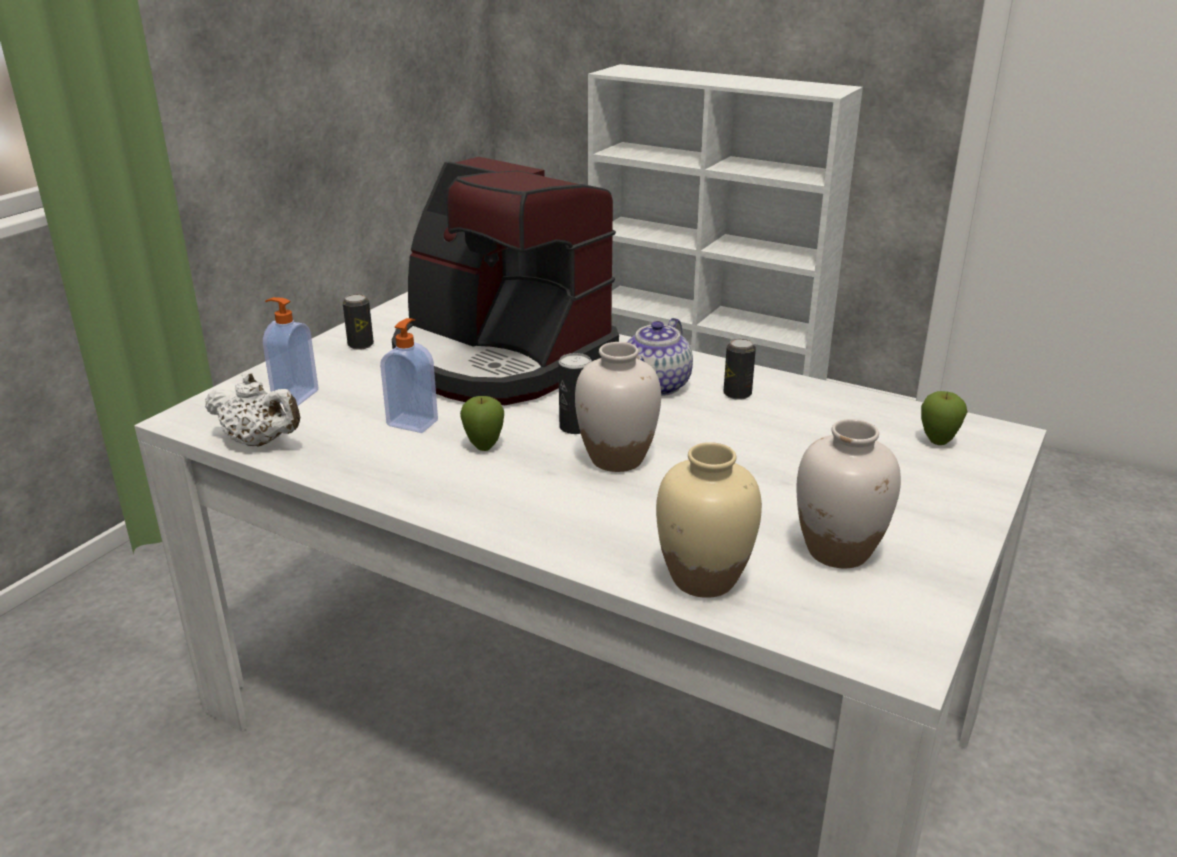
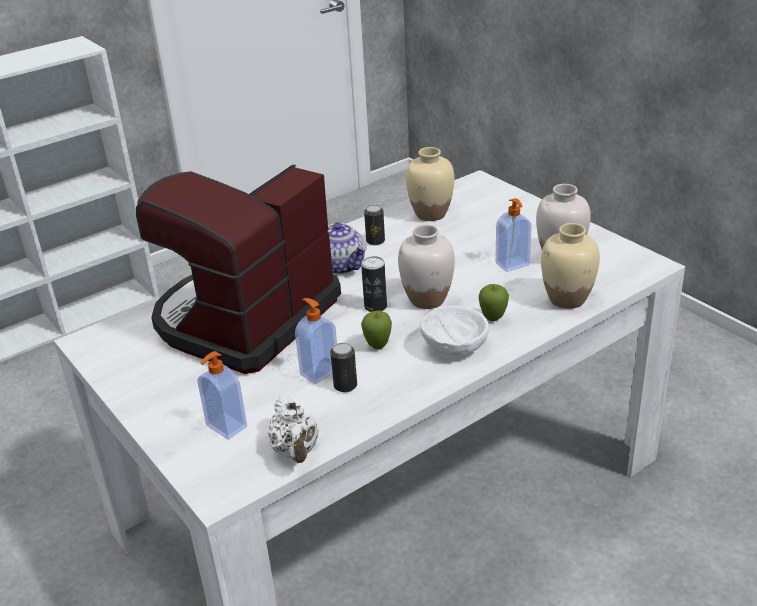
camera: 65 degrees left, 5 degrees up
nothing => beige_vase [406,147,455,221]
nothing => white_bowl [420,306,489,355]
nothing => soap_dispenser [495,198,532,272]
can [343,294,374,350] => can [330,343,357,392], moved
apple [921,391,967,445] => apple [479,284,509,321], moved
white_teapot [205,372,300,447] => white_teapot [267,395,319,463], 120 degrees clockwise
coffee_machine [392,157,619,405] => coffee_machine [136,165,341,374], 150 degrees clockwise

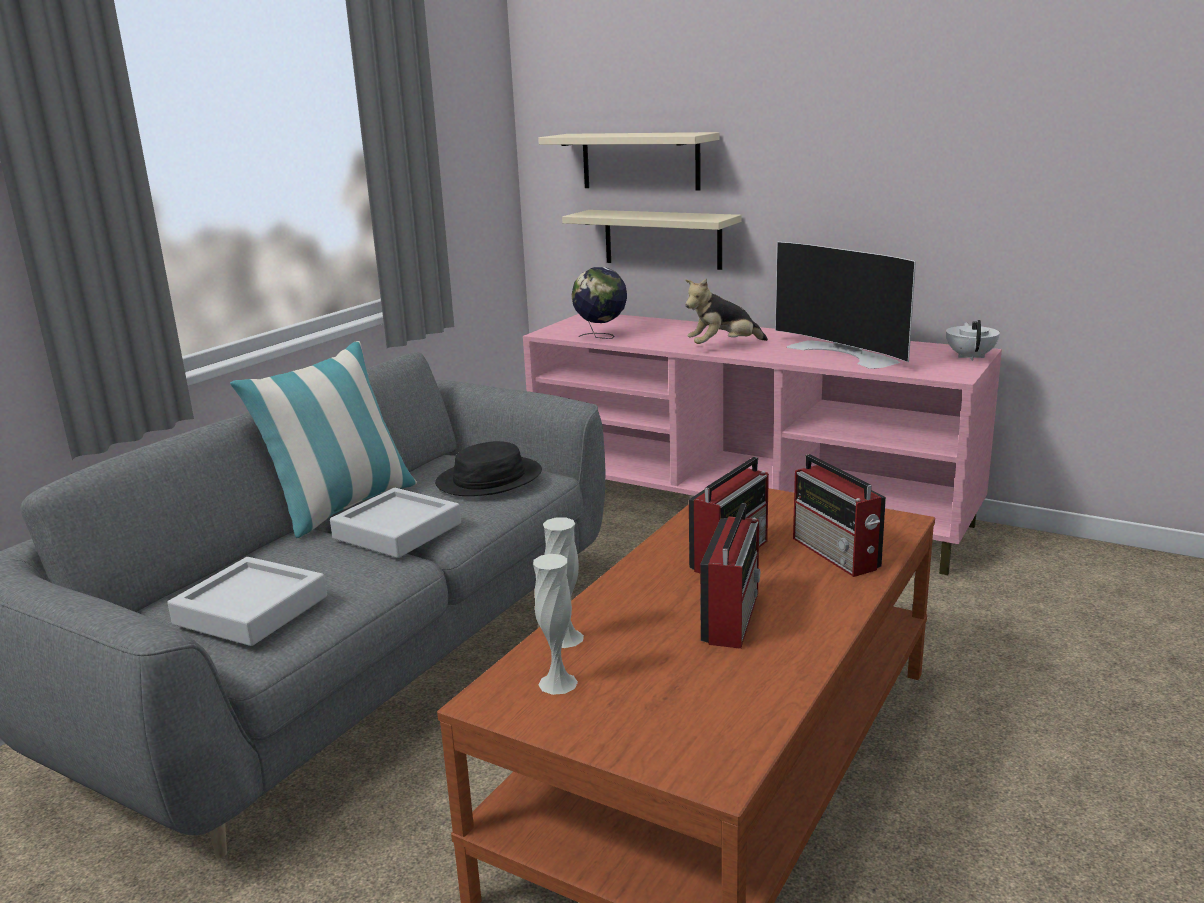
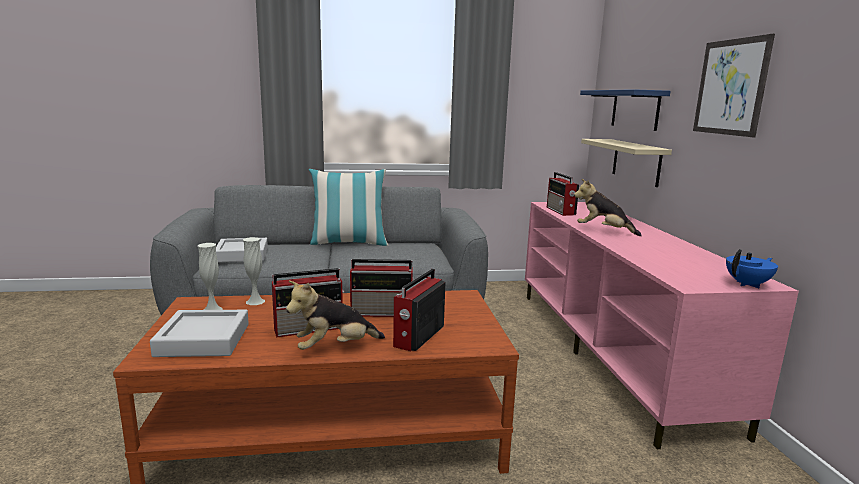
camera: 50 degrees right, 5 degrees down
black_hat [435,441,542,496] => nothing
television [775,242,916,369] => nothing
nothing => plush_toy [286,281,385,350]
nothing => picture [693,34,775,137]
grey_tray [330,488,461,558] => grey_tray [150,310,249,357], moved
globe [571,267,627,339] => radio [547,172,579,216]
beige_shelf [538,132,719,191] => blue_shelf [580,89,671,131]
white_teapot [946,320,1000,361] => blue_teapot [726,249,778,288]

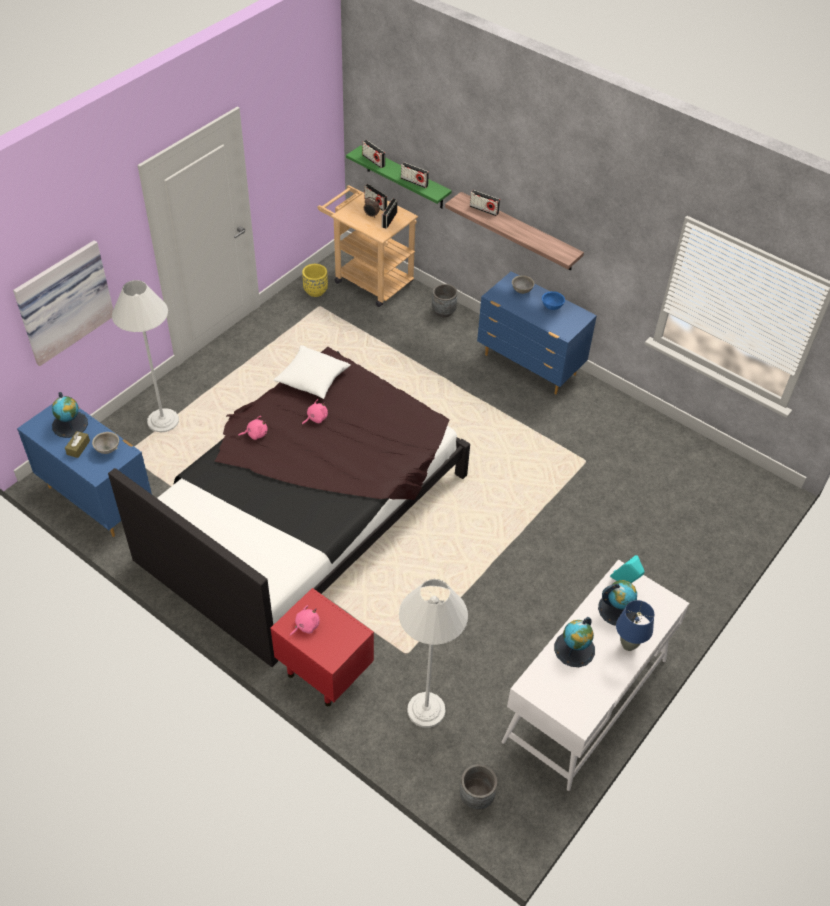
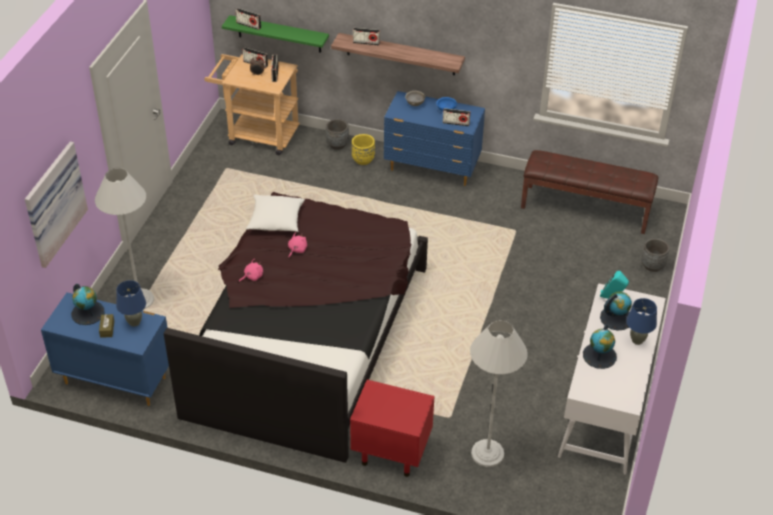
camera: 20 degrees left, 5 degrees down
pink_plush_toy [290,605,320,636] => nothing
nothing => brown_bench [521,150,658,234]
yellow_planter [302,264,328,297] => yellow_planter [352,134,375,165], moved
radio [401,162,429,188] => radio [443,108,470,126], moved
grey_planter [460,764,497,810] => grey_planter [641,238,670,272], moved
grey_bowl [92,432,119,454] => blue_table_lamp [116,280,146,327]

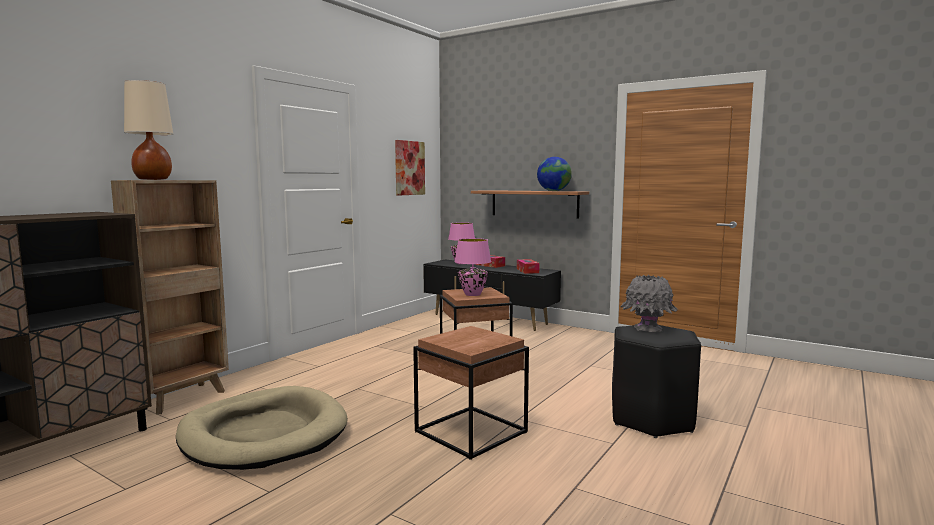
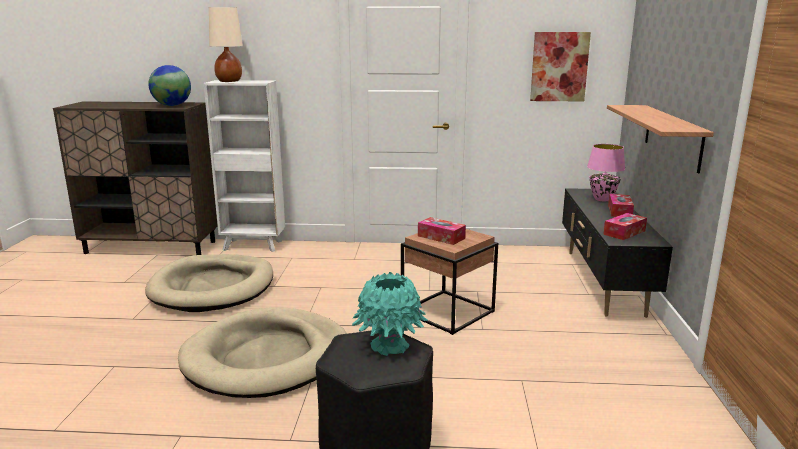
camera: 60 degrees right, 10 degrees up
globe [537,157,572,191] => globe [148,65,191,106], moved
brown_side_table [413,326,529,460] => beige_dog_bed [178,307,347,398]
pink_table_lamp [454,238,491,296] => tissue_box [418,217,466,245]
brown_bookcase [111,180,229,415] => white_bookcase [204,80,285,252]
grey_vase [620,275,678,332] => turquoise_vase [352,272,428,356]

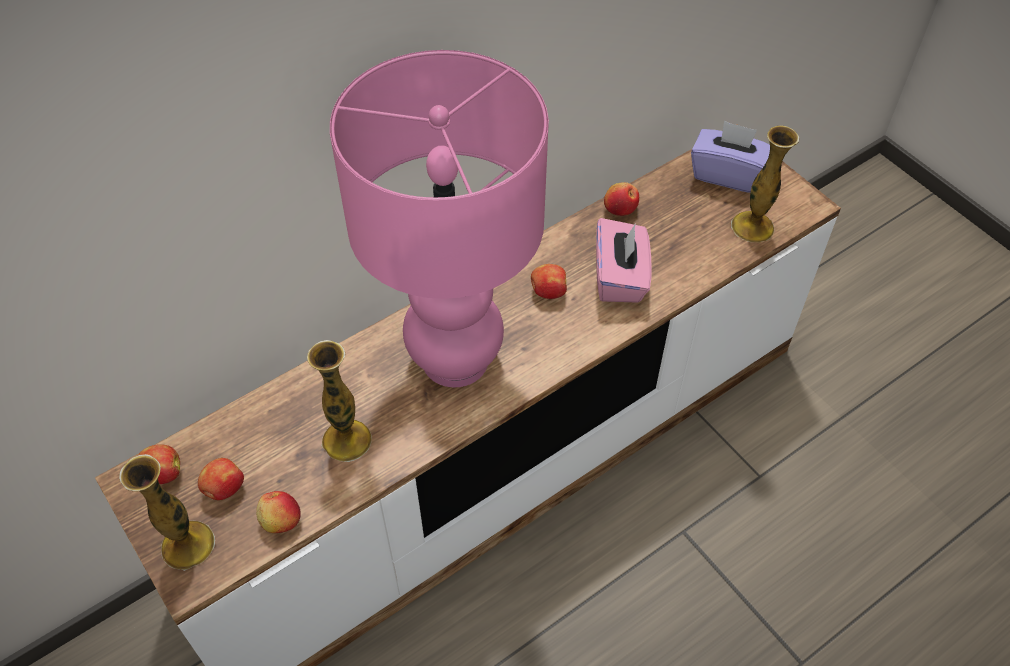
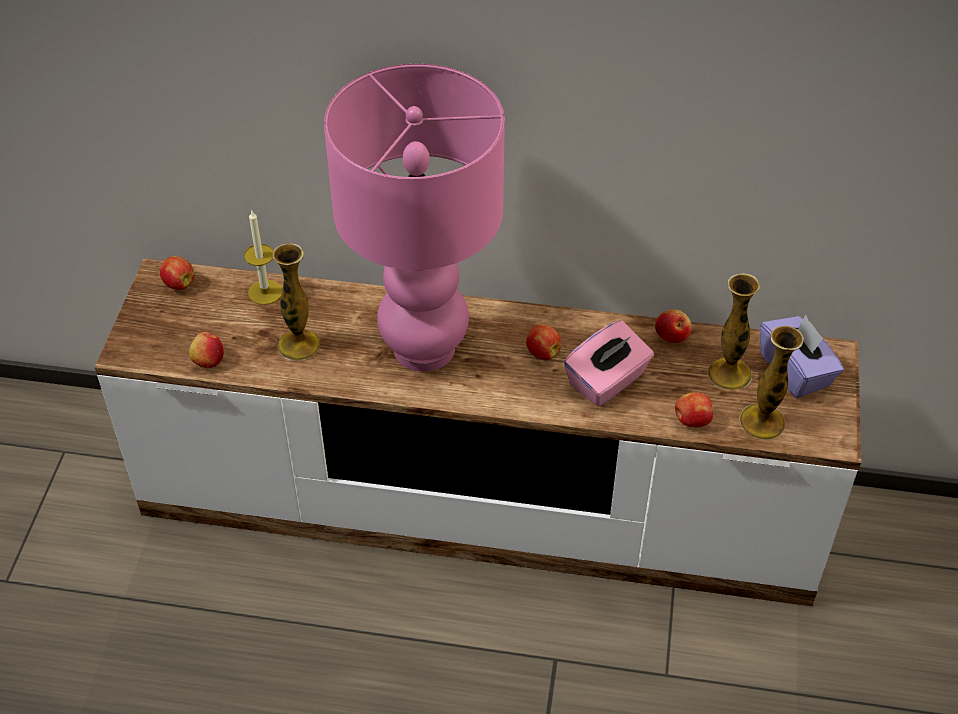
camera: 45 degrees right, 5 degrees down
nothing => candle [244,211,282,305]
vase [119,454,215,571] => vase [707,273,760,390], moved
apple [198,458,244,500] => apple [675,392,713,428], moved

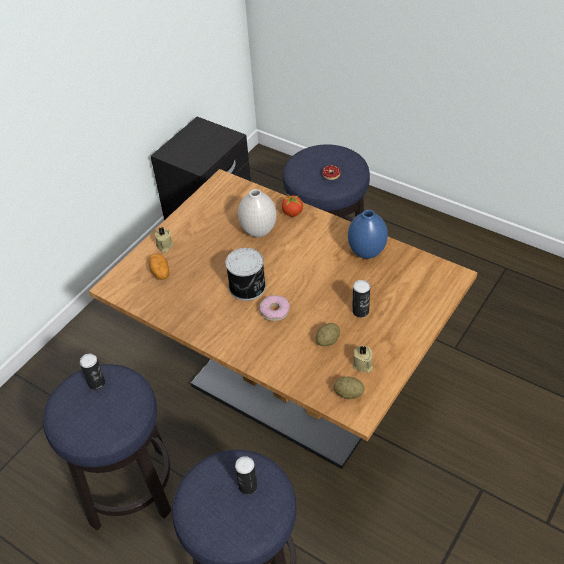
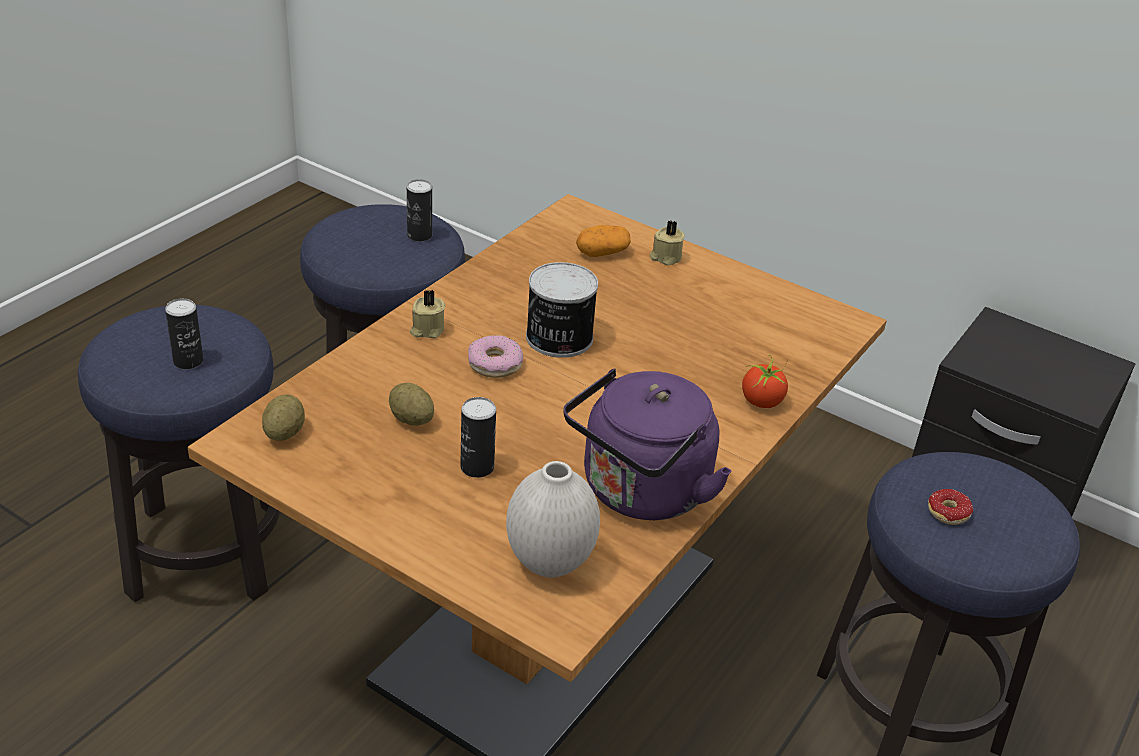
camera: 85 degrees right, 10 degrees down
white_vase [238,189,277,237] => white_vase [506,461,600,578], moved
beige_candle [353,346,373,373] => beige_candle [410,289,445,338], moved
blue_vase [348,210,388,259] => purple_kettle [563,369,732,520]

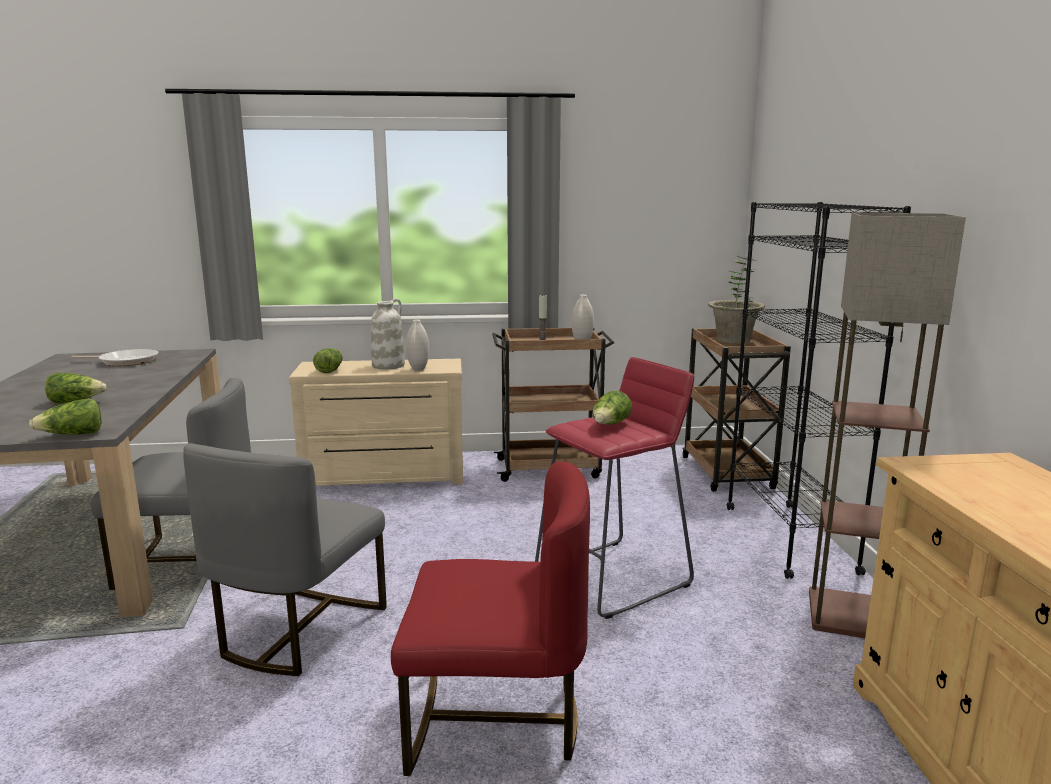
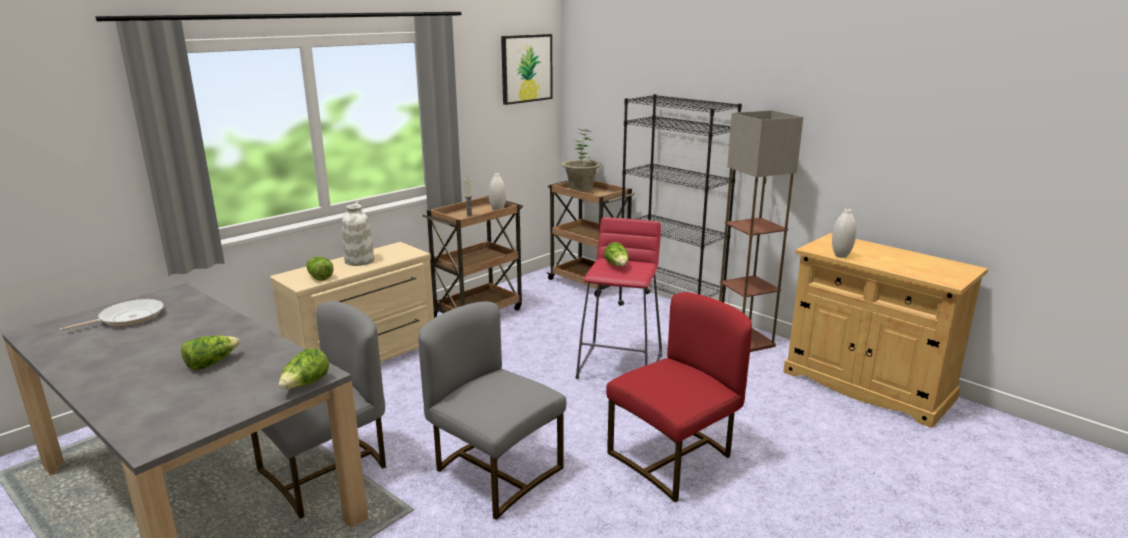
camera: 40 degrees left, 5 degrees up
nothing => picture [501,34,553,105]
white_vase [406,319,429,371] => white_vase [832,209,857,258], moved
grey_chair [183,443,387,676] => grey_chair [418,301,566,520], 150 degrees clockwise

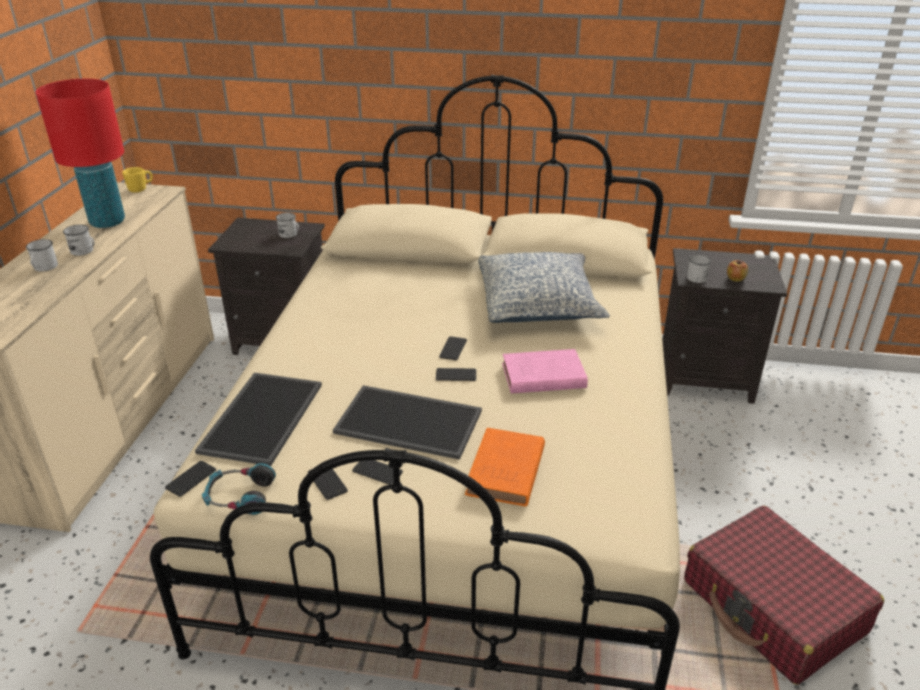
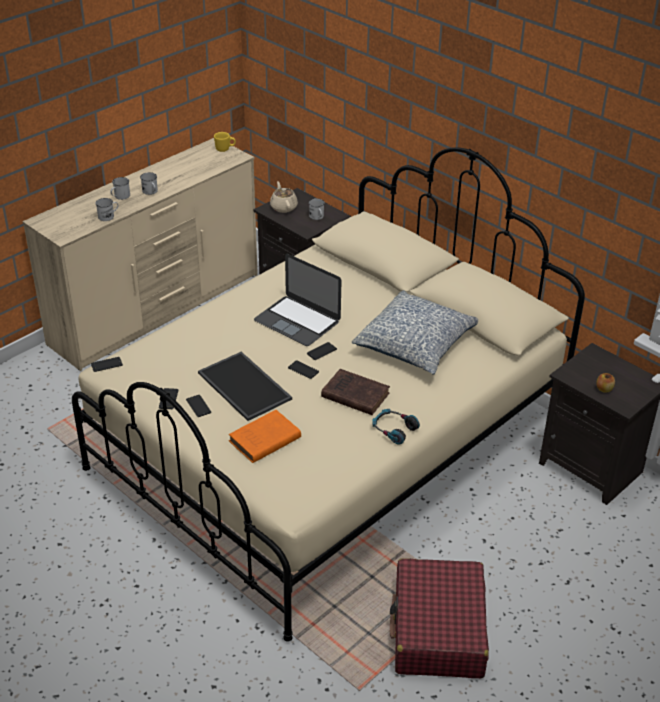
camera: 35 degrees right, 5 degrees up
red_table_lamp [35,79,125,228] => nothing
tray [195,373,322,466] => nothing
nothing => laptop [254,254,342,346]
nothing => beige_teapot [270,181,298,213]
headphones [202,463,276,515] => headphones [372,409,420,444], moved
white_mug [687,255,711,283] => white_mug [95,198,119,221], moved
pink_book [502,349,588,394] => brown_book [321,369,390,415]

